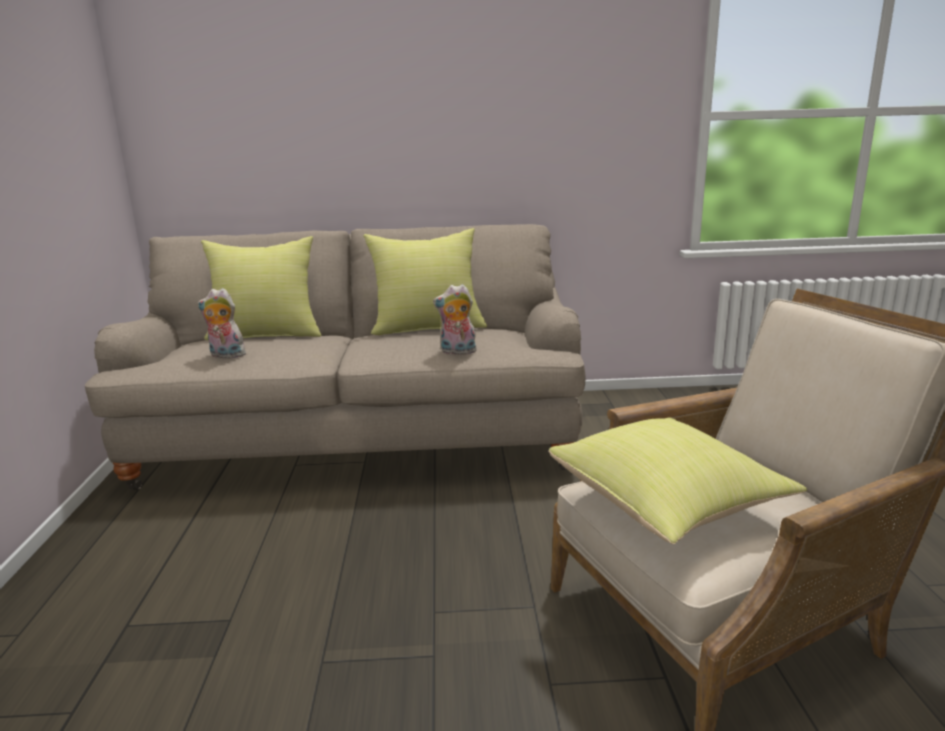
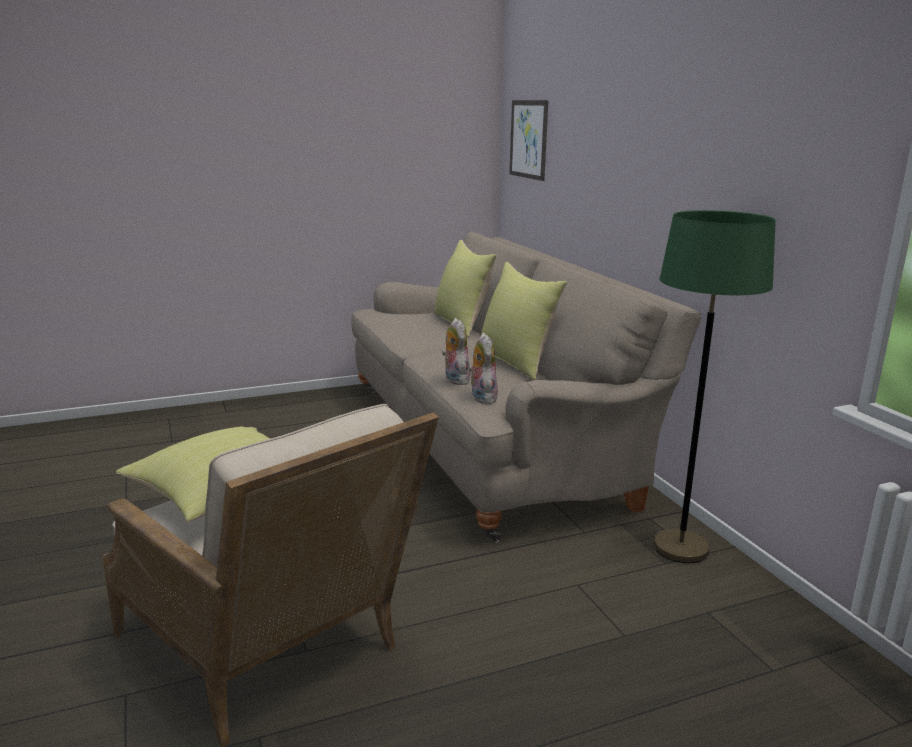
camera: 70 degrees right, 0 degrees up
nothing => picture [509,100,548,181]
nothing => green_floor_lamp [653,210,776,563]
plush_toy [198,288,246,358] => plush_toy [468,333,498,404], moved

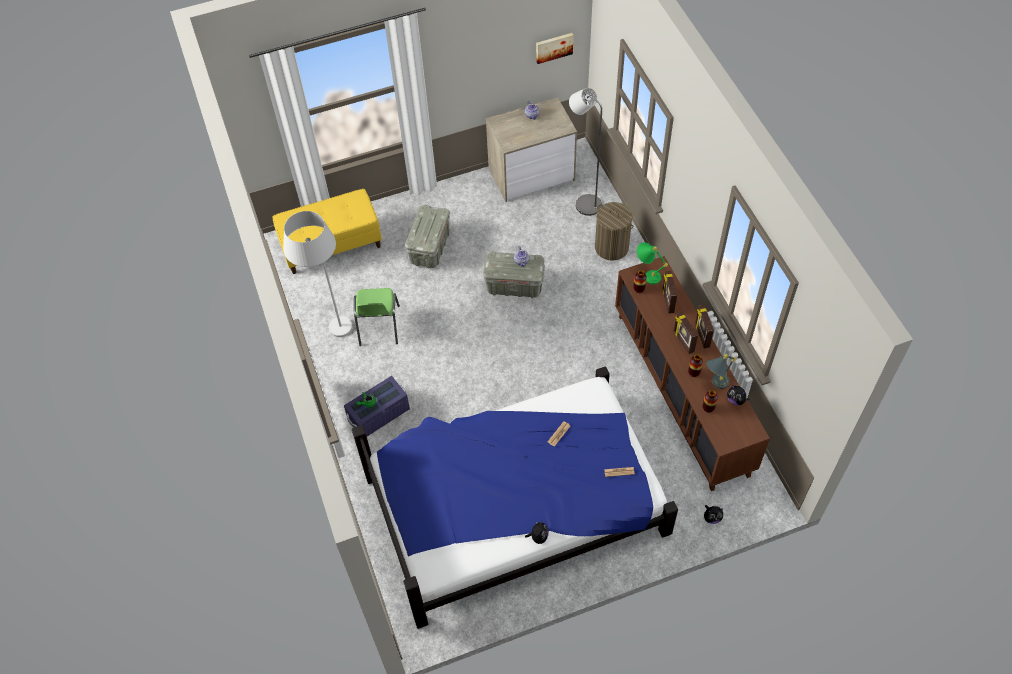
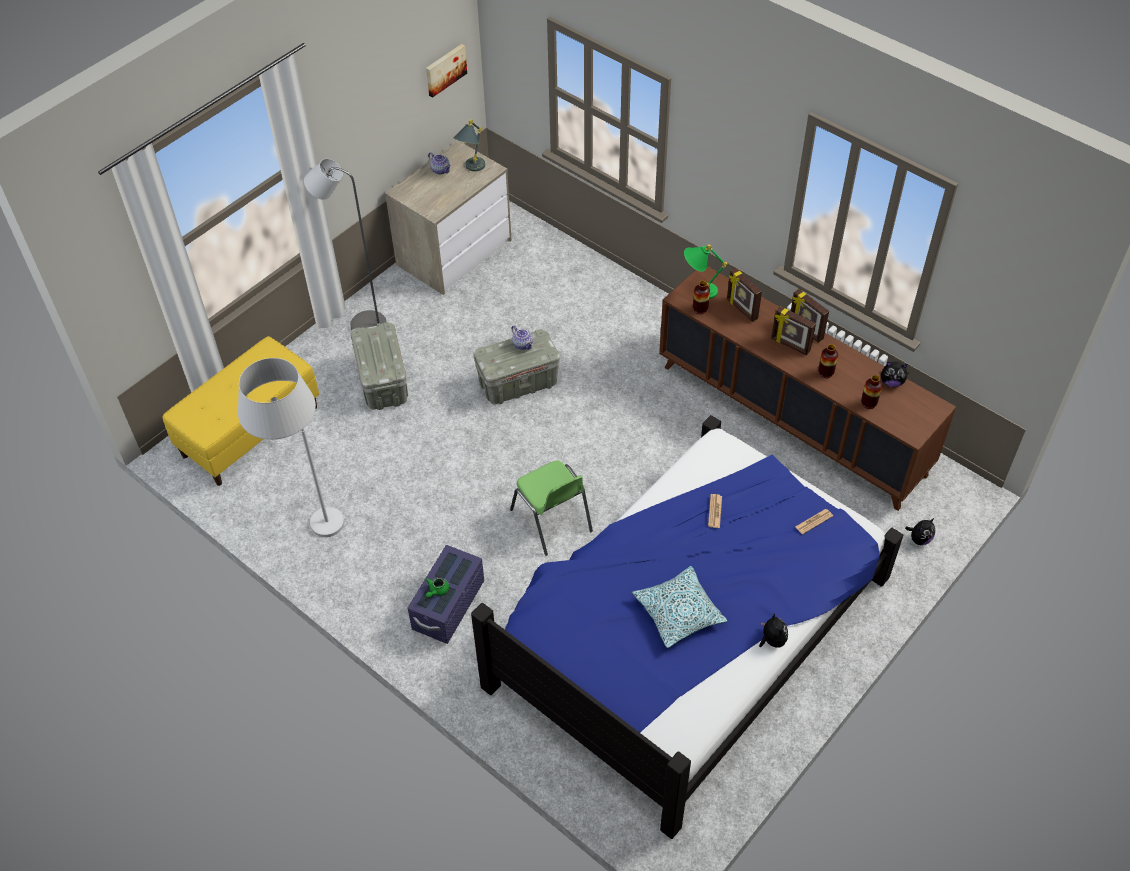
camera: 30 degrees left, 5 degrees down
laundry_basket [595,202,633,261] => nothing
nothing => pillow [632,566,727,648]
green_chair [354,288,400,346] => green_chair [510,460,593,556], moved
grey_floor_lamp [569,88,602,216] => grey_floor_lamp [304,159,386,330], moved
grey_table_lamp [706,354,736,389] => grey_table_lamp [453,119,485,171], moved

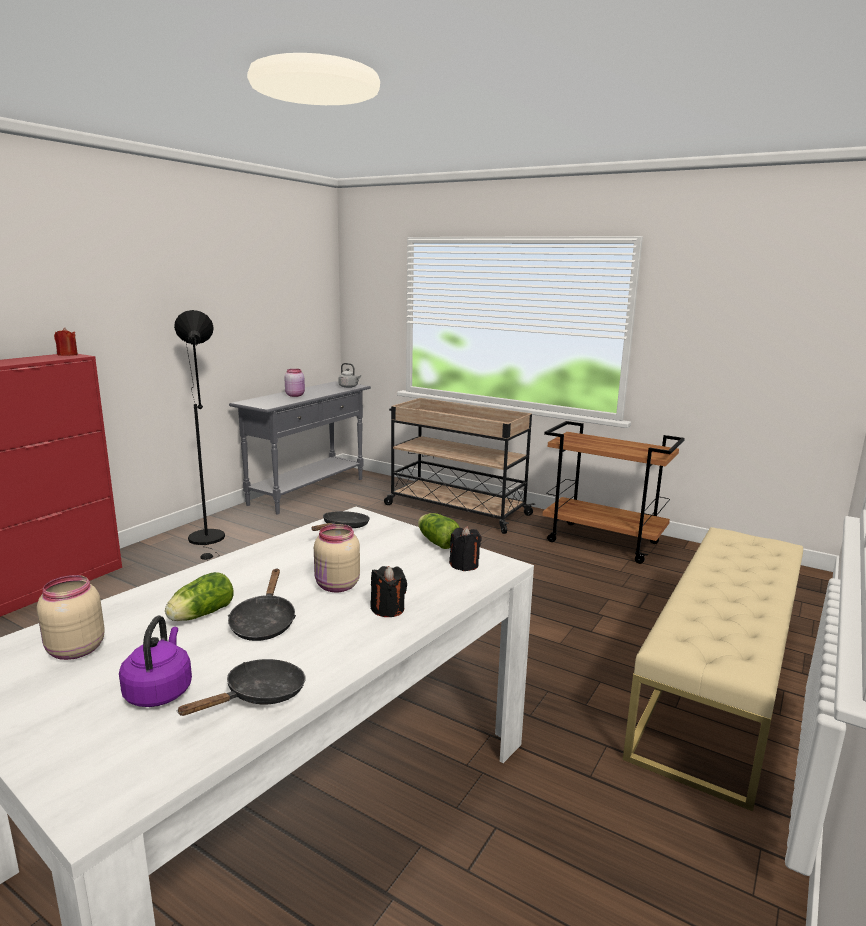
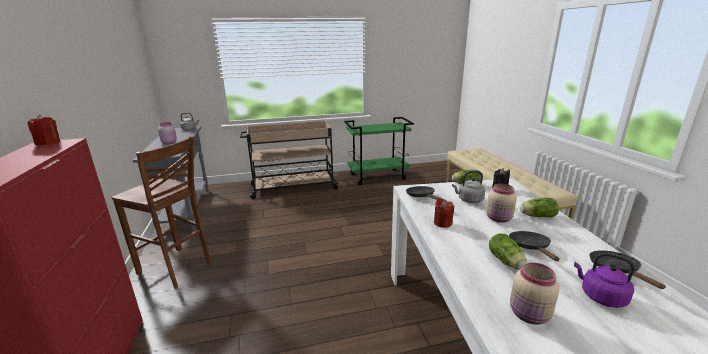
camera: 45 degrees left, 5 degrees up
nothing => red_candle [434,198,454,228]
nothing => grey_kettle [452,171,485,203]
black_floor_lamp [174,310,225,561] => brown_stool [111,137,212,288]
black_candle [371,566,407,617] => lettuce [519,198,559,217]
brown_cart [543,421,685,564] => green_cart [344,117,414,185]
black_frying_pan [228,568,296,641] => black_frying_pan [509,231,560,261], 135 degrees counterclockwise

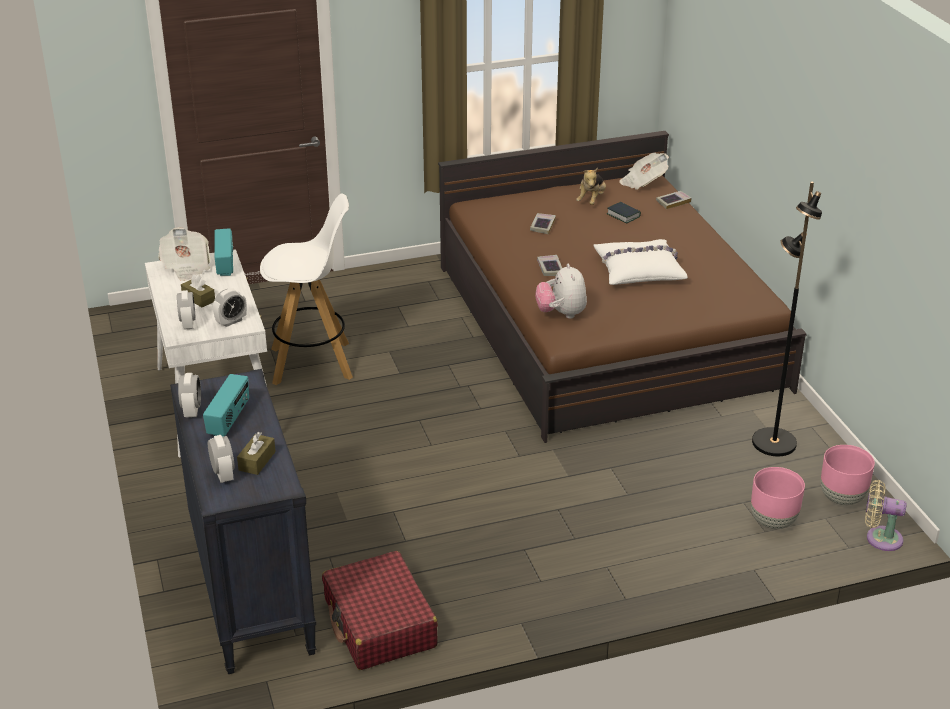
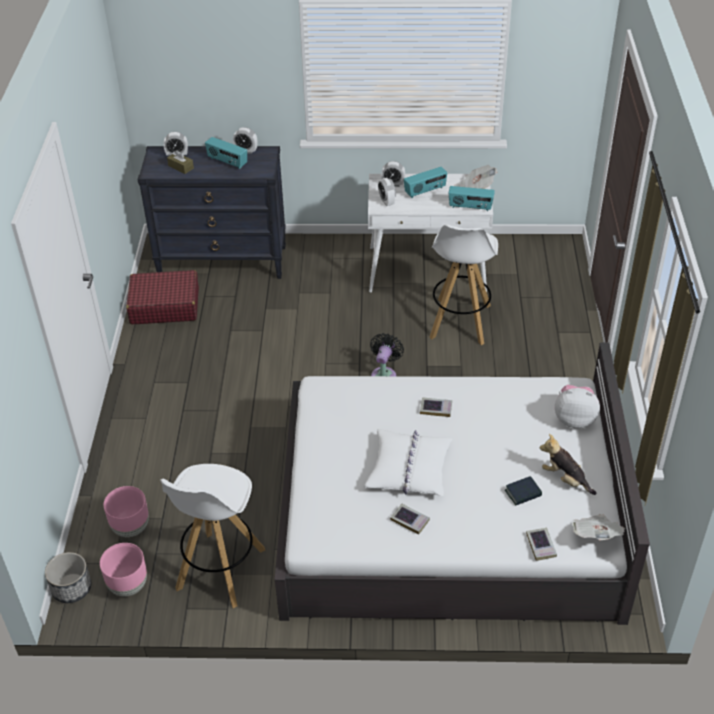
camera: 110 degrees right, 10 degrees up
nothing => black_fan [370,333,404,376]
book [530,213,556,234] => book [390,504,430,535], moved
plush_toy [535,264,587,319] => plush_toy [555,385,600,428], moved
brown_tissue_box [181,274,215,307] => radio [404,167,447,198]
black_floor_lamp [752,182,822,456] => white_stool [160,464,265,608]
beige_fan [865,480,907,551] => planter [45,552,91,603]
brown_bed [438,131,807,443] => white_bed [275,342,650,625]

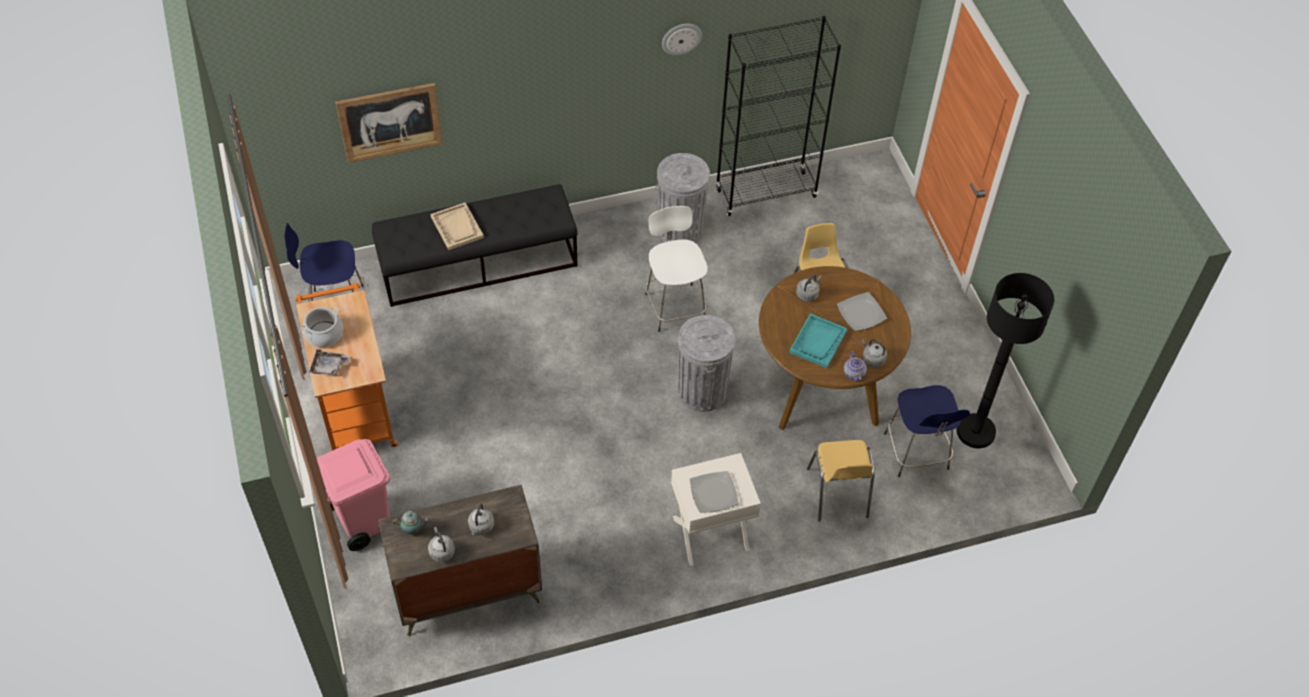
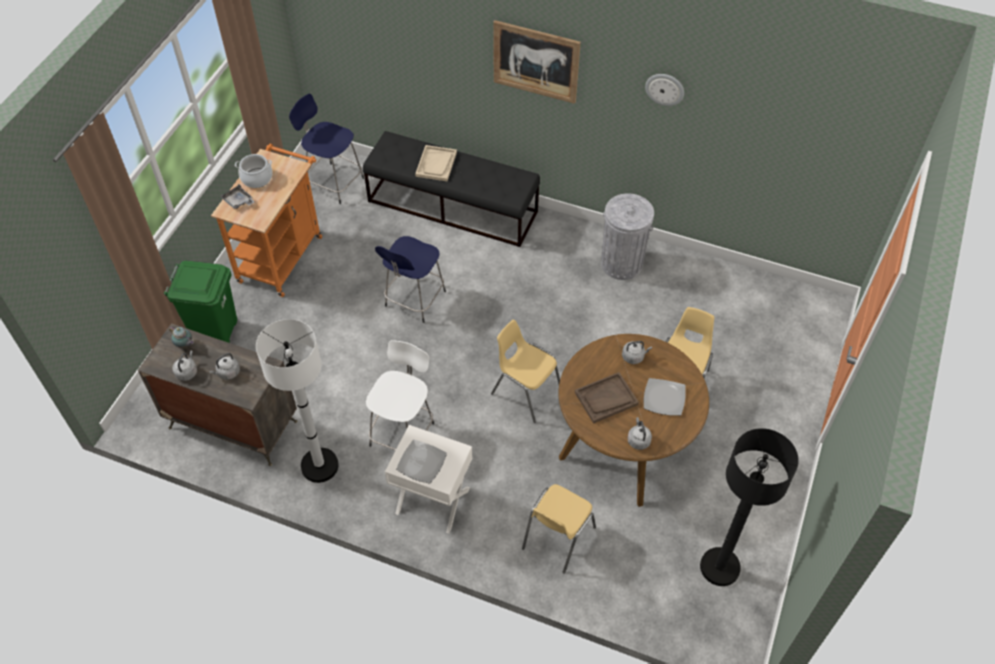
camera: 40 degrees right, 0 degrees up
black_bookcase [716,16,841,216] => nothing
teapot [844,351,867,382] => nothing
nothing => white_floor_lamp [256,319,339,483]
picture [335,83,443,163] => picture [493,20,581,104], moved
white_stool [645,206,708,332] => white_stool [366,340,434,450], moved
blue_stool [884,385,970,477] => blue_stool [375,236,446,323], moved
grey_trash_can [678,315,736,412] => yellow_chair [491,320,560,423]
pink_trash_can [317,439,390,551] => green_trash_can [164,261,237,343]
turquoise_tray [789,313,847,368] => brown_tray [575,372,639,424]

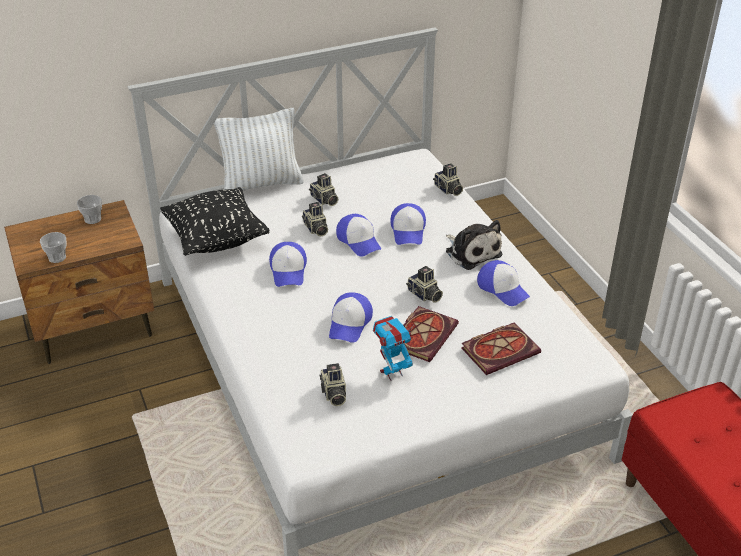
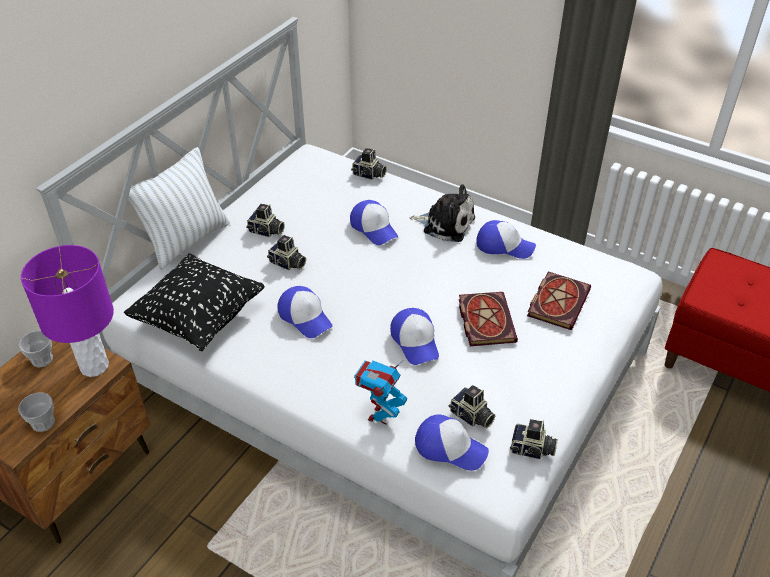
camera: 35 degrees left, 5 degrees up
nothing => purple_table_lamp [21,245,114,377]
cap [336,214,381,256] => cap [415,414,489,471], moved
toy_robot [373,316,414,381] => toy_robot [354,361,407,425], moved
photo_camera [406,266,443,303] => photo_camera [510,419,558,459], moved

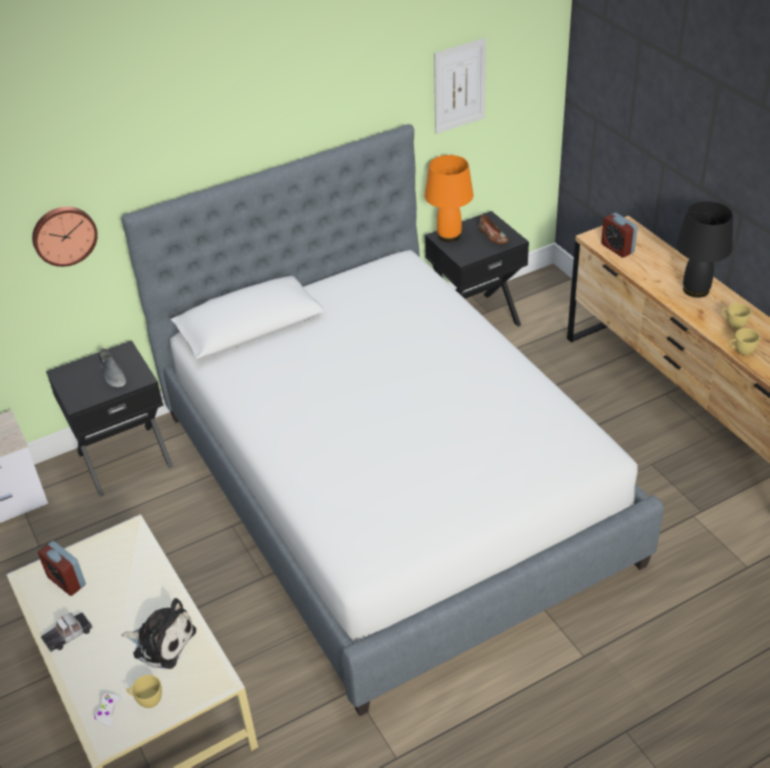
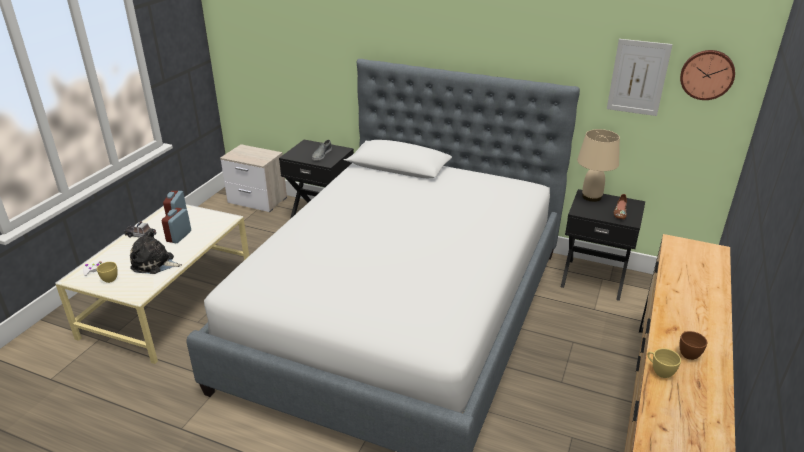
camera: 50 degrees right, 10 degrees down
black_table_lamp [676,201,733,298] => nothing
wall_clock [32,207,98,267] => wall_clock [680,50,735,100], moved
alarm_clock [601,213,638,258] => alarm_clock [162,208,191,243], moved
orange_table_lamp [425,155,474,242] => beige_table_lamp [577,129,620,202]
yellow_cup [721,303,751,329] => brown_cup [679,331,707,360]
plush_toy [122,598,196,669] => plush_toy [130,230,182,274], 120 degrees clockwise

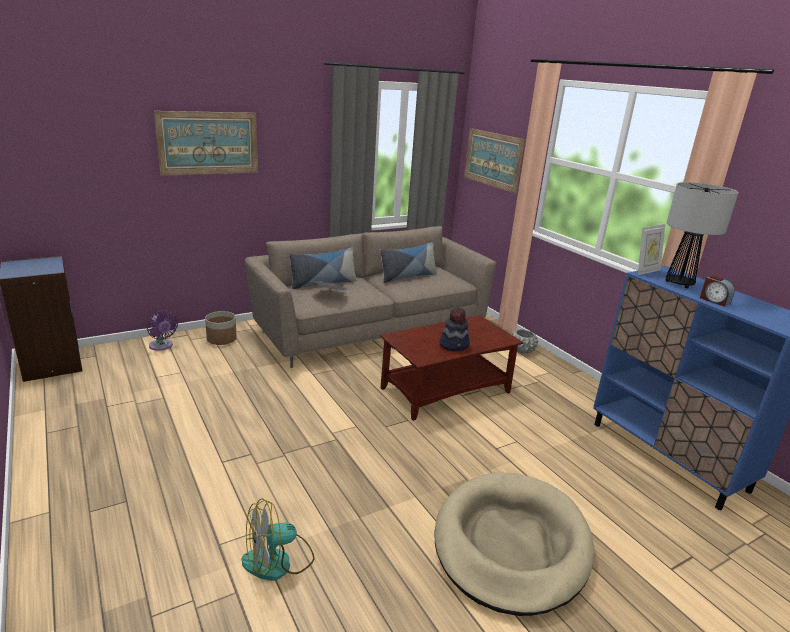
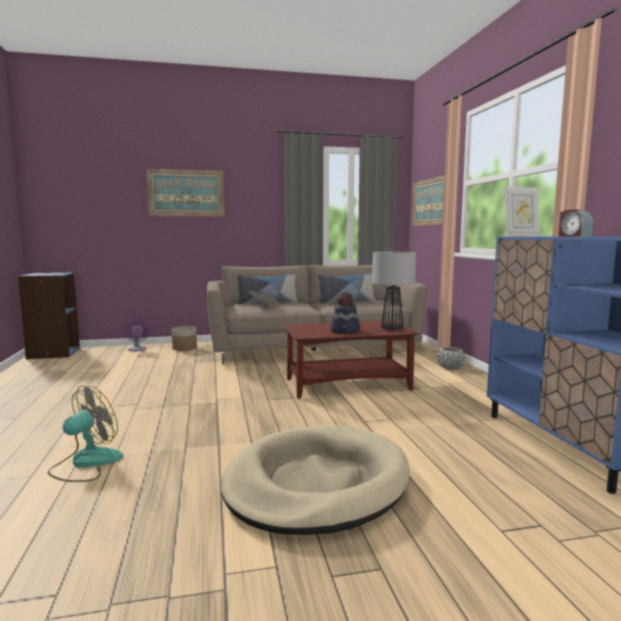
camera: 20 degrees right, 15 degrees down
table_lamp [666,182,739,288] => table_lamp [372,252,416,331], moved
fan [242,498,315,581] => fan [48,386,123,482], 135 degrees clockwise

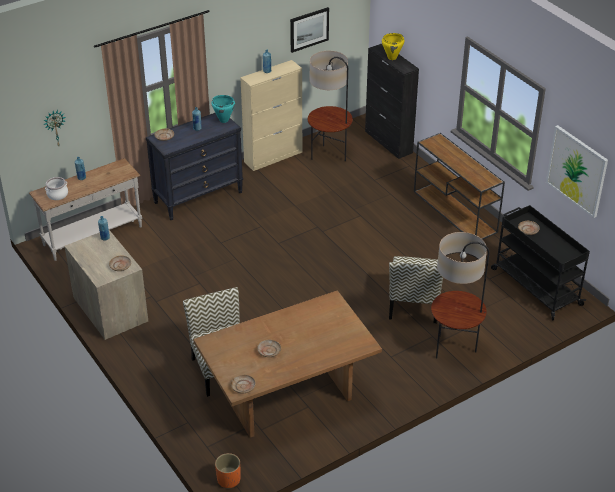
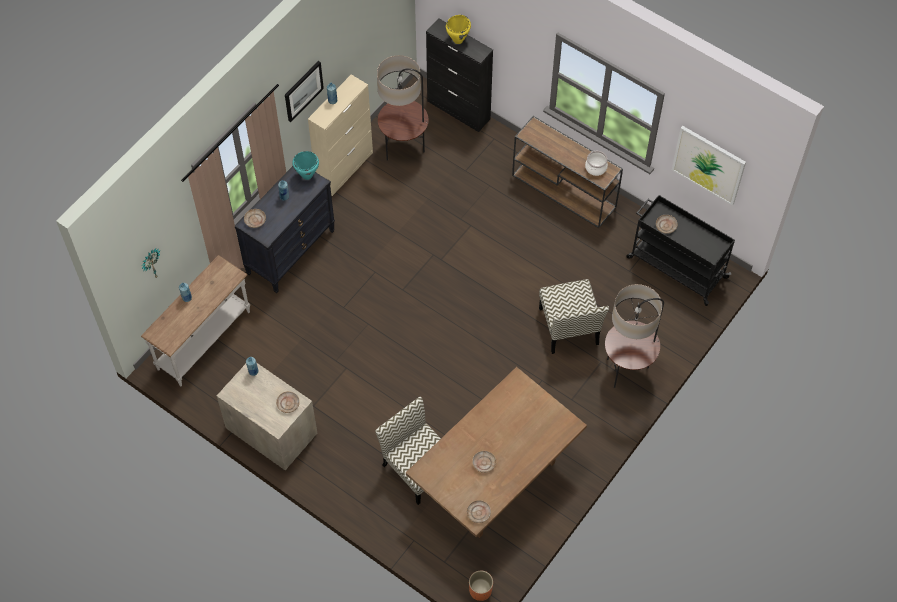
camera: 20 degrees left, 20 degrees up
cooking_pot [45,177,68,200] => cooking_pot [585,151,608,176], moved
picture [290,7,329,53] => picture [285,61,324,122], moved

